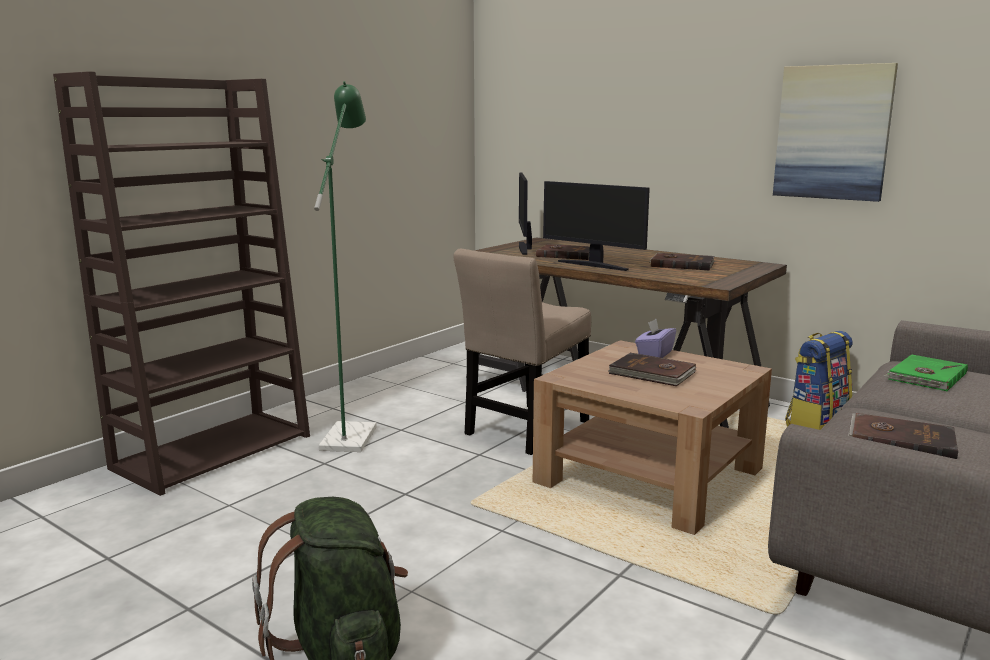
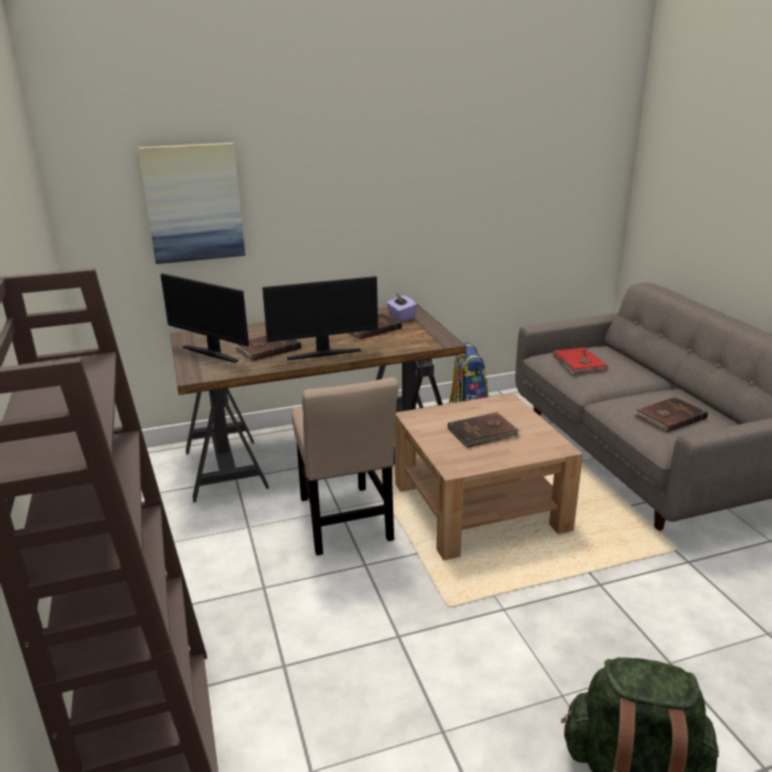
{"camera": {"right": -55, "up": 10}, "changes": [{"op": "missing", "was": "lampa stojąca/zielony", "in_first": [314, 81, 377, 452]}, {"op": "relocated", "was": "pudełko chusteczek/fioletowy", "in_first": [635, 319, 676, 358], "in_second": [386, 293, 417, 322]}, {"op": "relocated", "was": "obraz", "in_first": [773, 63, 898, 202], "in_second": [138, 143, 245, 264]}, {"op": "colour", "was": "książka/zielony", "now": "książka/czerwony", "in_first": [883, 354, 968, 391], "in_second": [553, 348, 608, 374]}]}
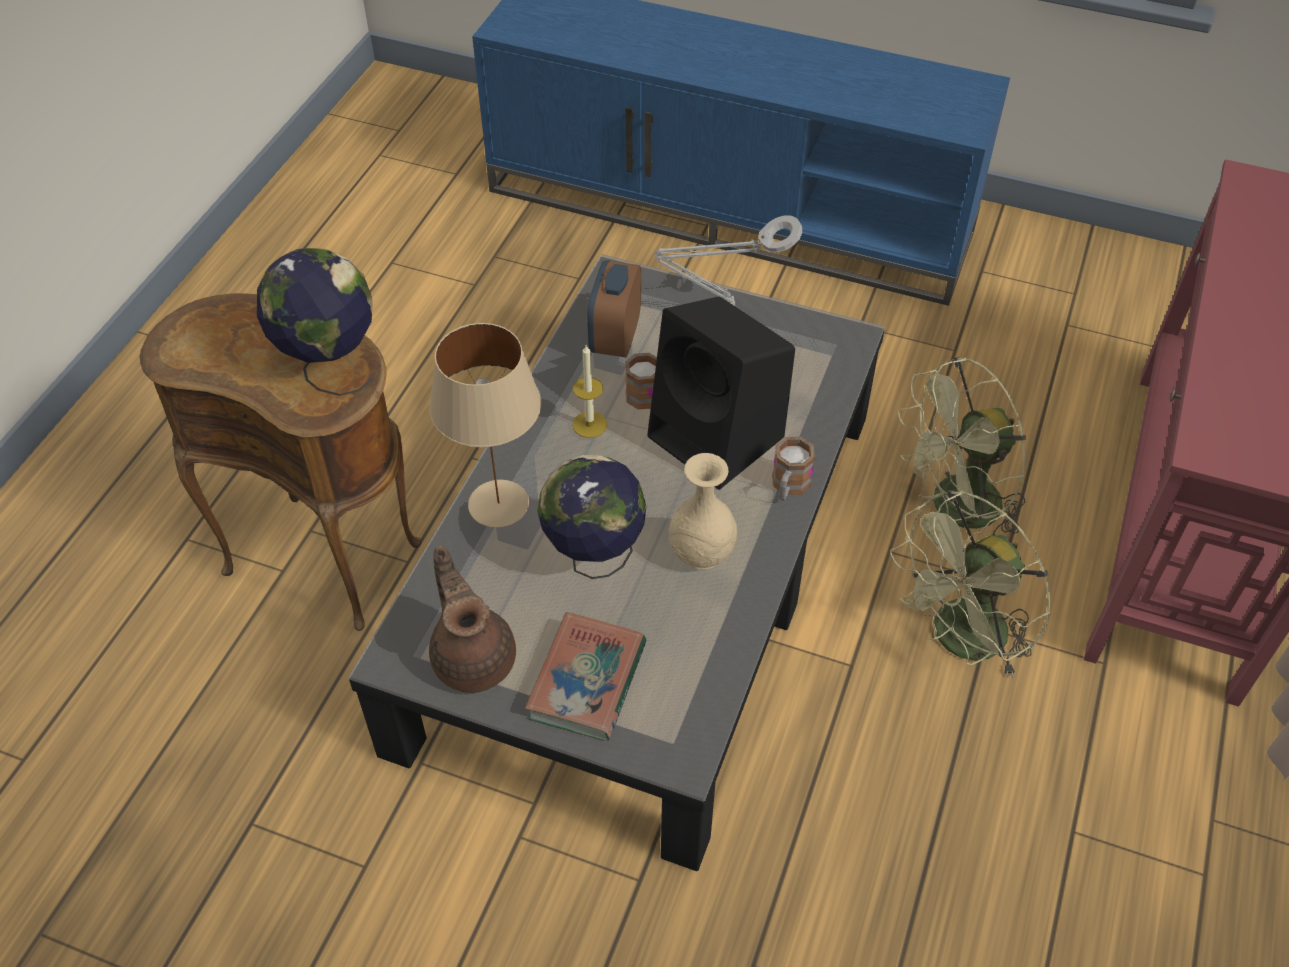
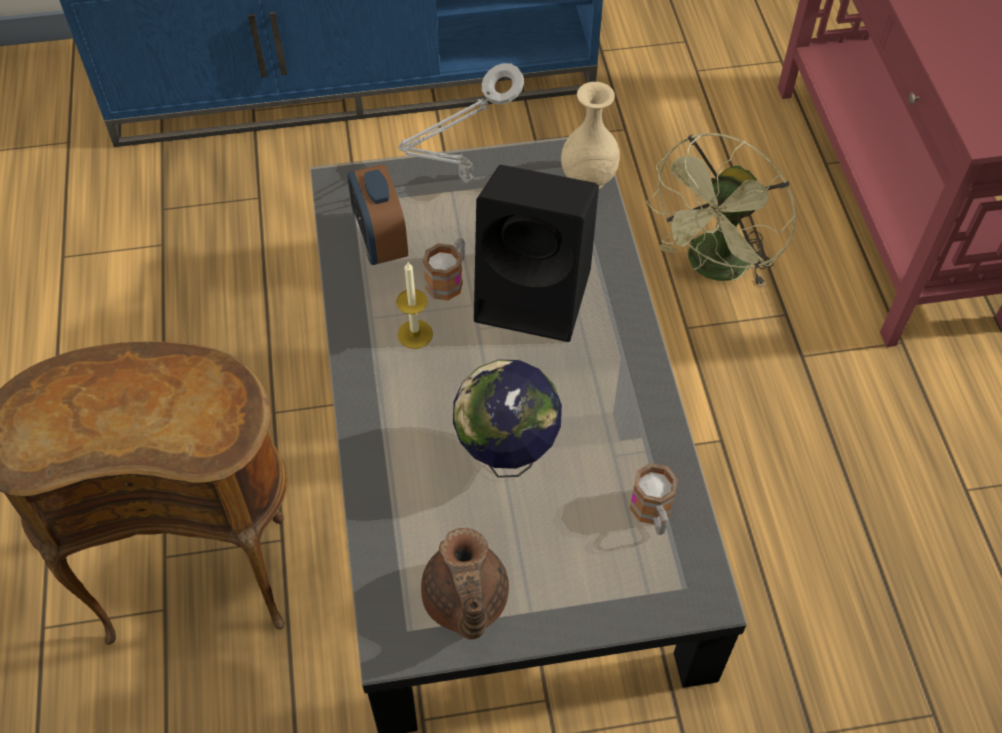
{"camera": {"right": -30, "up": 5}, "changes": [{"op": "missing", "was": "globus", "in_first": [257, 248, 373, 396]}, {"op": "missing", "was": "lampa stołowa/beżowy", "in_first": [429, 323, 541, 528]}, {"op": "missing", "was": "książka", "in_first": [525, 612, 646, 741]}, {"op": "missing", "was": "wentylator/zielony", "in_first": [890, 490, 1051, 678]}, {"op": "relocated", "was": "wazon/beżowy", "in_first": [669, 453, 737, 570], "in_second": [561, 82, 620, 189]}, {"op": "relocated", "was": "kubek", "in_first": [772, 437, 815, 500], "in_second": [630, 463, 678, 535]}, {"op": "spun", "was": "imbryk/brązowy", "in_first": [429, 546, 516, 693], "in_second": [421, 528, 509, 640], "clockwise": -135}]}
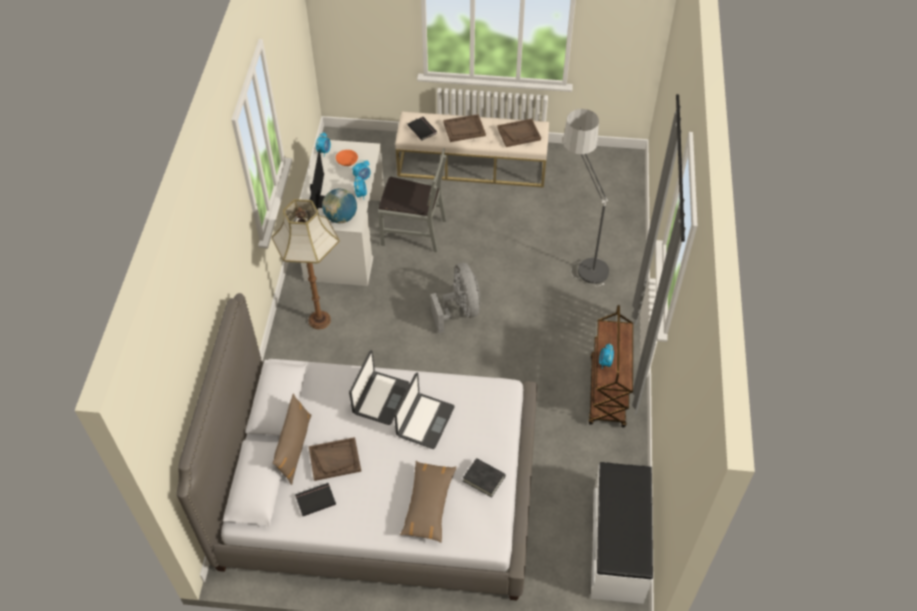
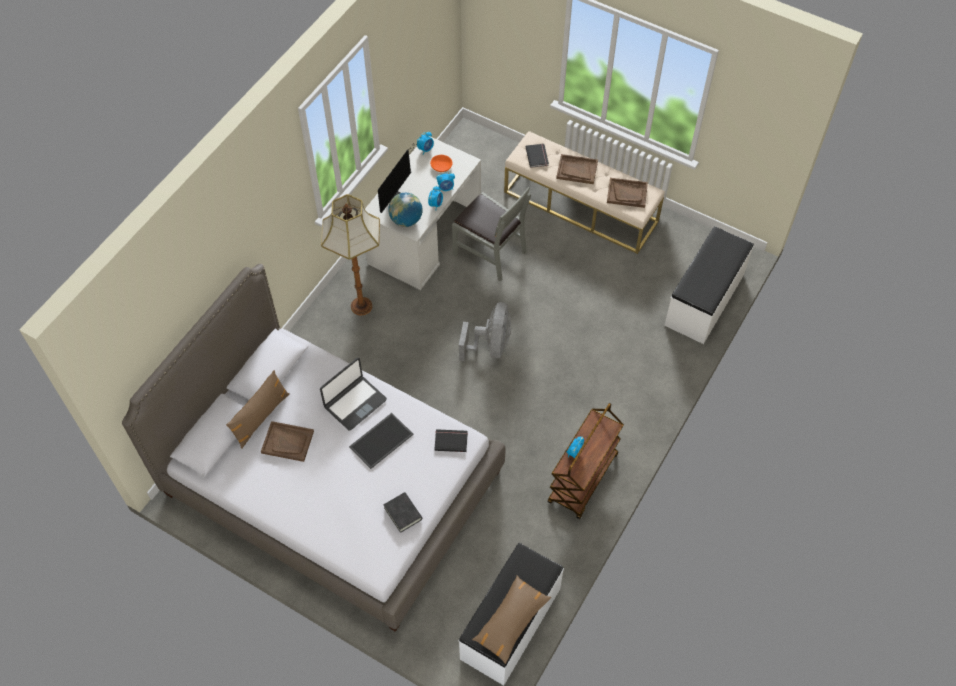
{"camera": {"right": 25, "up": 5}, "changes": [{"op": "missing", "was": "lampa stojąca", "in_first": [563, 109, 609, 286]}, {"op": "appeared", "now": "ławka/biały", "in_second": [664, 226, 754, 344]}, {"op": "relocated", "was": "książka/czarny", "in_first": [295, 483, 336, 516], "in_second": [434, 429, 468, 452]}, {"op": "relocated", "was": "poduszka/brązowy", "in_first": [400, 461, 456, 543], "in_second": [472, 575, 551, 664]}, {"op": "exchanged", "was": "laptop", "now": "taca", "in_first": [394, 372, 455, 449], "in_second": [349, 413, 413, 469]}]}
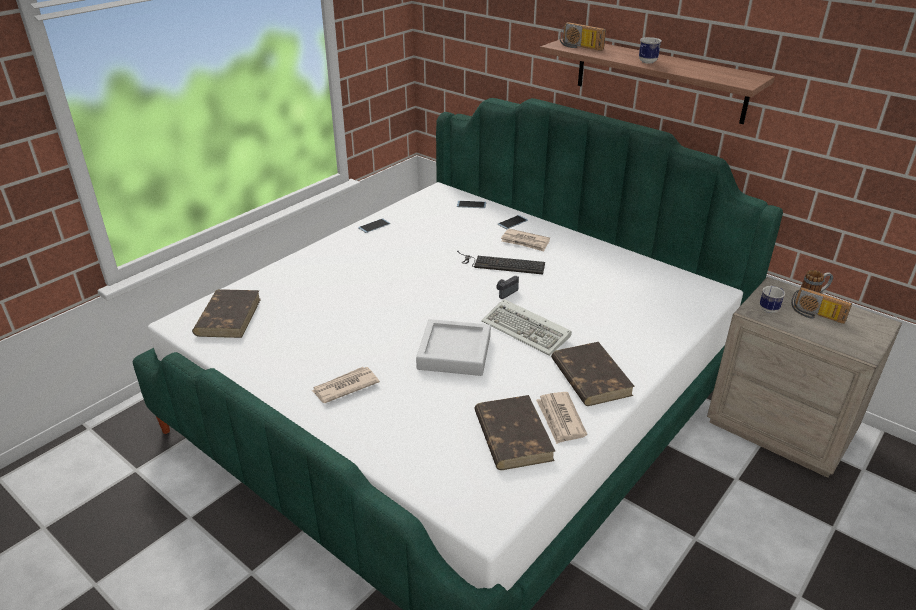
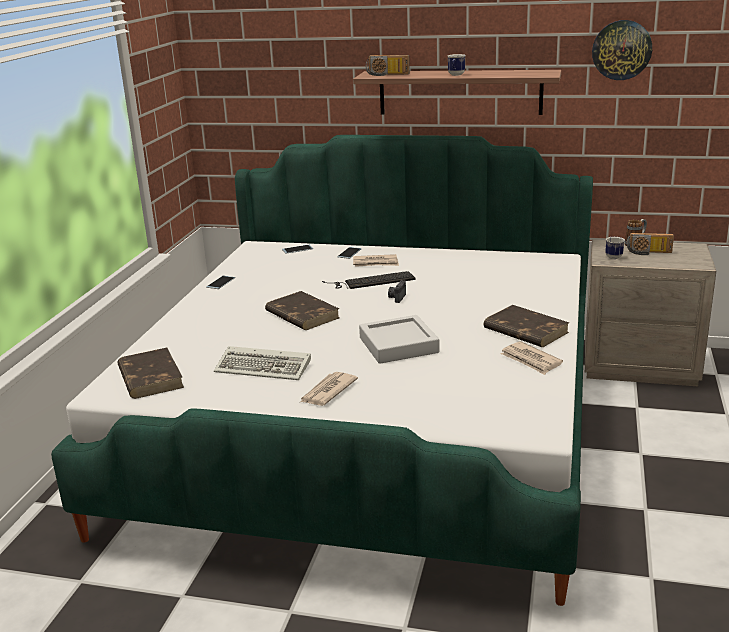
{"camera": {"right": -25, "up": -10}, "changes": [{"op": "appeared", "now": "zegar ścienny", "in_second": [592, 20, 652, 80]}, {"op": "relocated", "was": "książka/brązowy", "in_first": [474, 395, 556, 470], "in_second": [265, 291, 339, 330]}, {"op": "relocated", "was": "klawiatura", "in_first": [481, 299, 572, 356], "in_second": [214, 346, 311, 380]}]}
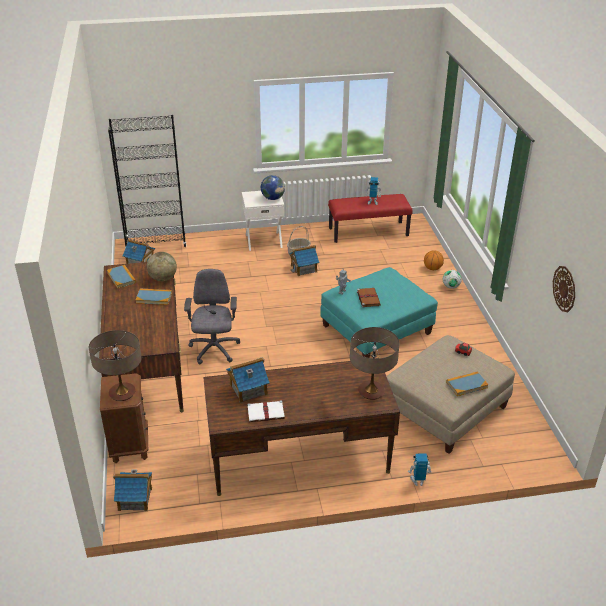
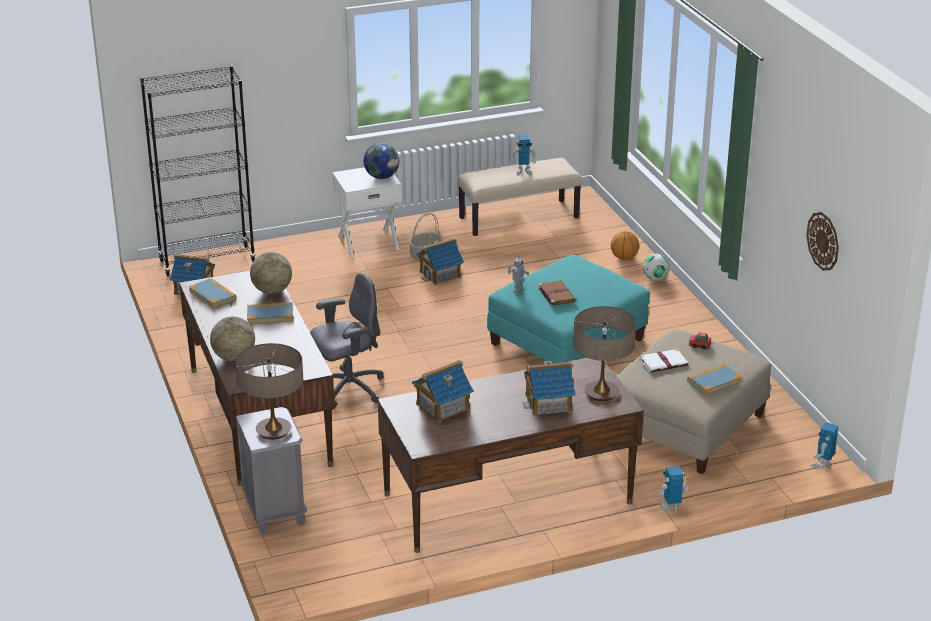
{"camera": {"right": -10, "up": -5}, "changes": [{"op": "appeared", "now": "globus", "in_second": [210, 317, 255, 361]}, {"op": "appeared", "now": "robot zabawkowy", "in_second": [810, 422, 839, 469]}, {"op": "relocated", "was": "domek", "in_first": [113, 469, 152, 511], "in_second": [523, 361, 575, 416]}, {"op": "relocated", "was": "książka/biały", "in_first": [247, 400, 286, 422], "in_second": [639, 348, 688, 372]}, {"op": "colour", "was": "szafka nocna/brązowy", "now": "szafka nocna/szary", "in_first": [100, 373, 148, 463], "in_second": [236, 407, 307, 534]}, {"op": "colour", "was": "ławka/czerwony", "now": "ławka/beżowy", "in_first": [328, 194, 413, 243], "in_second": [457, 158, 582, 236]}, {"op": "spun", "was": "krzesło biurowe/szary", "in_first": [184, 269, 240, 364], "in_second": [310, 273, 384, 408], "clockwise": 75}]}
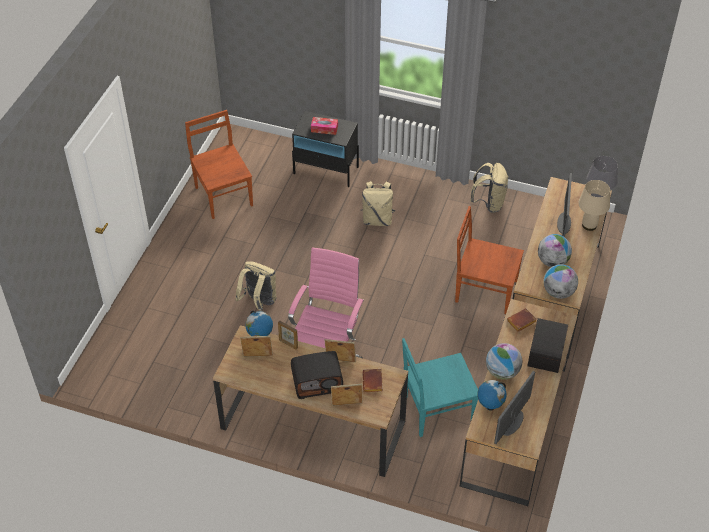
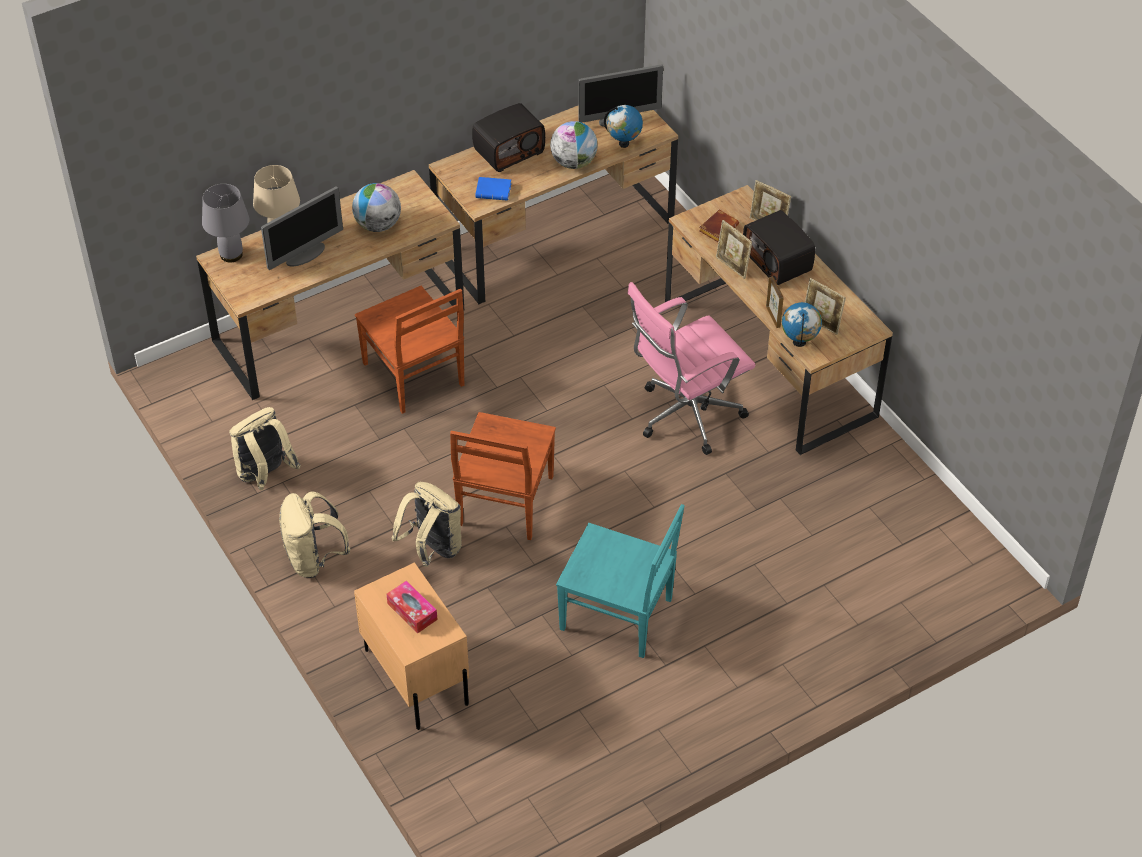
{"camera": {"right": -140, "up": 0}, "changes": [{"op": "missing", "was": "globus", "in_first": [544, 264, 578, 299]}, {"op": "relocated", "was": "krzesło/brązowy", "in_first": [185, 110, 253, 219], "in_second": [450, 412, 556, 540]}, {"op": "relocated", "was": "plecak/beżowy", "in_first": [235, 261, 276, 311], "in_second": [279, 491, 350, 578]}, {"op": "relocated", "was": "krzesło/turkusowy", "in_first": [402, 338, 478, 437], "in_second": [556, 504, 684, 658]}, {"op": "colour", "was": "szafka nocna/czarny", "now": "szafka nocna/beżowy", "in_first": [292, 111, 359, 187], "in_second": [354, 562, 469, 730]}, {"op": "colour", "was": "książka/brązowy", "now": "książka/niebieski", "in_first": [507, 308, 537, 332], "in_second": [475, 177, 511, 201]}, {"op": "spun", "was": "radio", "in_first": [291, 351, 343, 399], "in_second": [743, 210, 815, 285], "clockwise": -150}]}
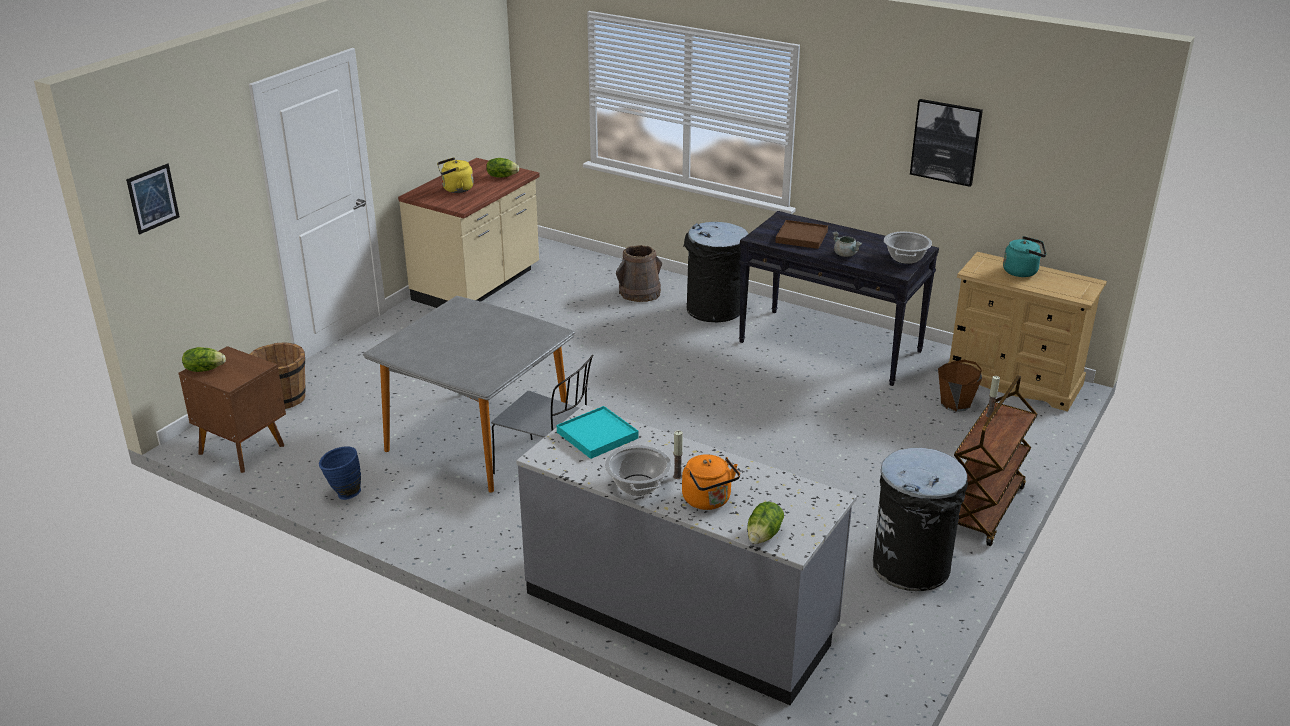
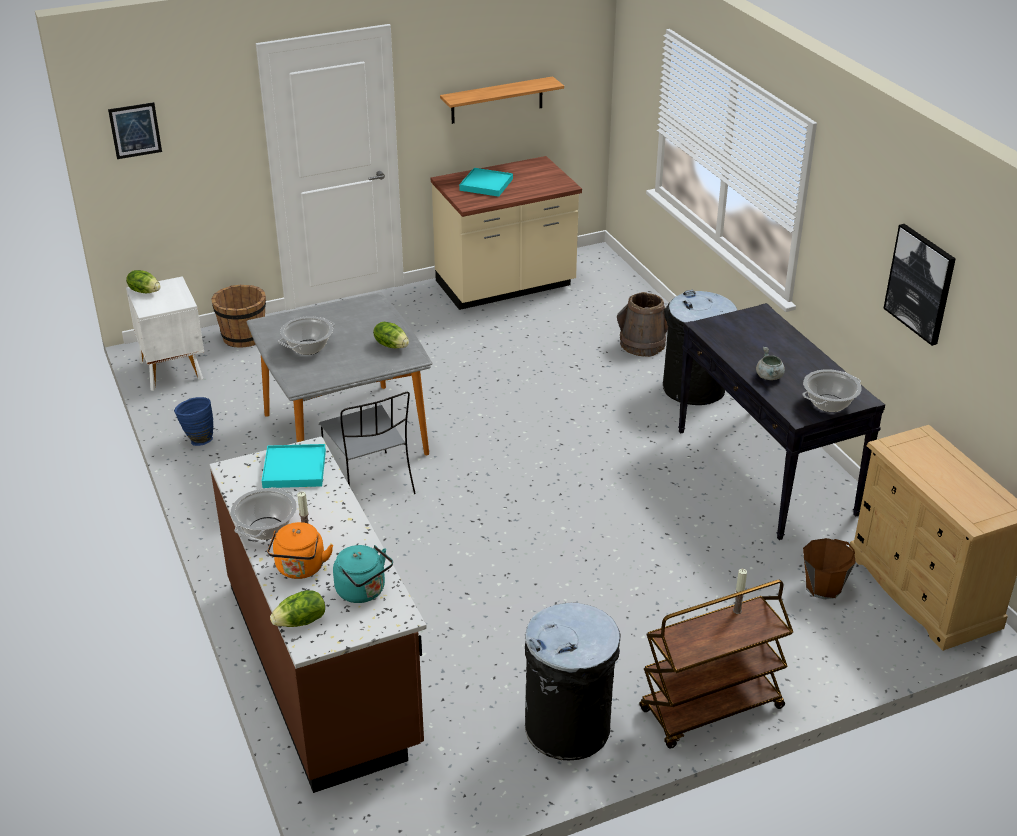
{"camera": {"right": 35, "up": 5}, "changes": [{"op": "missing", "was": "taca/brązowy", "in_first": [775, 220, 828, 249]}, {"op": "appeared", "now": "garnek", "in_second": [278, 316, 335, 355]}, {"op": "appeared", "now": "półka", "in_second": [440, 76, 564, 124]}, {"op": "relocated", "was": "sałata", "in_first": [486, 158, 519, 178], "in_second": [373, 322, 409, 348]}, {"op": "relocated", "was": "czajnik/turkusowy", "in_first": [1003, 236, 1046, 277], "in_second": [333, 545, 393, 603]}, {"op": "exchanged", "was": "czajnik/żółty", "now": "taca/turkusowy", "in_first": [437, 157, 473, 193], "in_second": [459, 168, 513, 197]}, {"op": "colour", "was": "szafka nocna/brązowy", "now": "szafka nocna/biały", "in_first": [179, 346, 286, 473], "in_second": [126, 276, 204, 391]}, {"op": "colour", "was": "zabudowa kuchenna/szary", "now": "zabudowa kuchenna/brązowy", "in_first": [516, 405, 857, 705], "in_second": [210, 436, 427, 793]}]}
